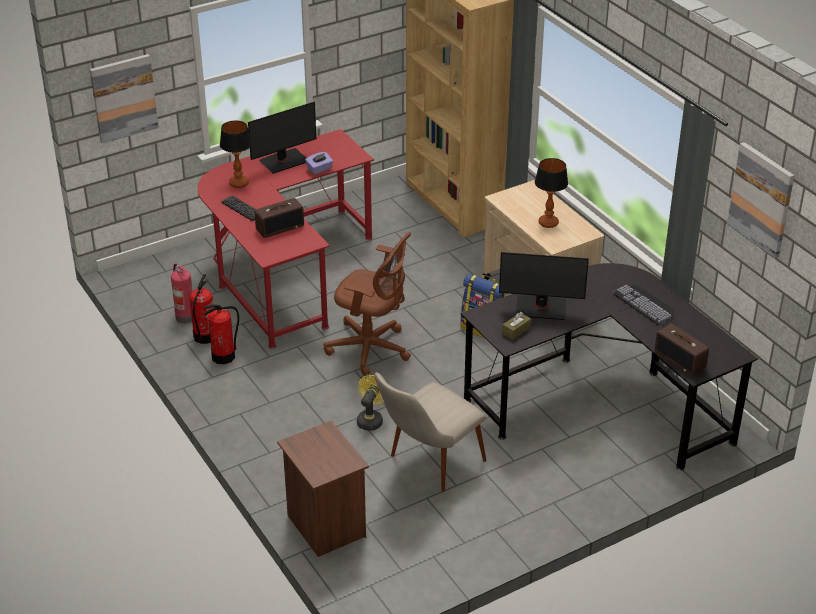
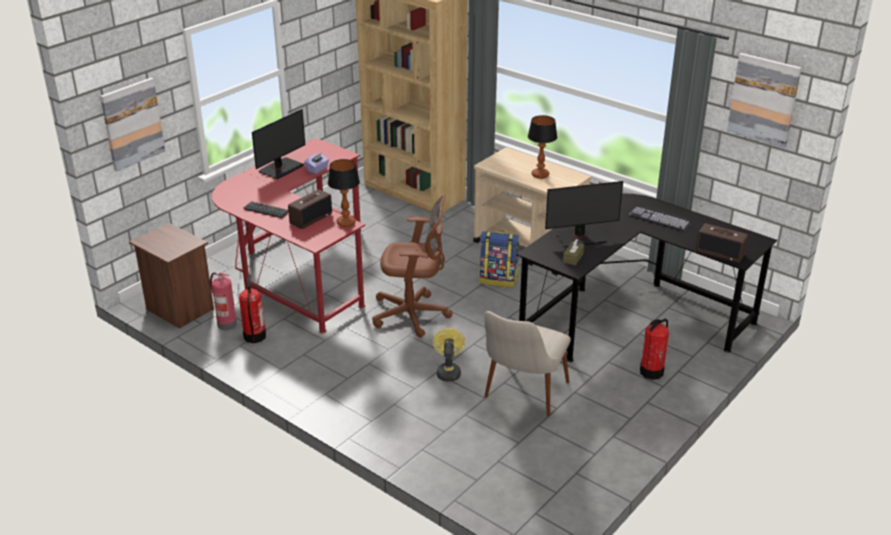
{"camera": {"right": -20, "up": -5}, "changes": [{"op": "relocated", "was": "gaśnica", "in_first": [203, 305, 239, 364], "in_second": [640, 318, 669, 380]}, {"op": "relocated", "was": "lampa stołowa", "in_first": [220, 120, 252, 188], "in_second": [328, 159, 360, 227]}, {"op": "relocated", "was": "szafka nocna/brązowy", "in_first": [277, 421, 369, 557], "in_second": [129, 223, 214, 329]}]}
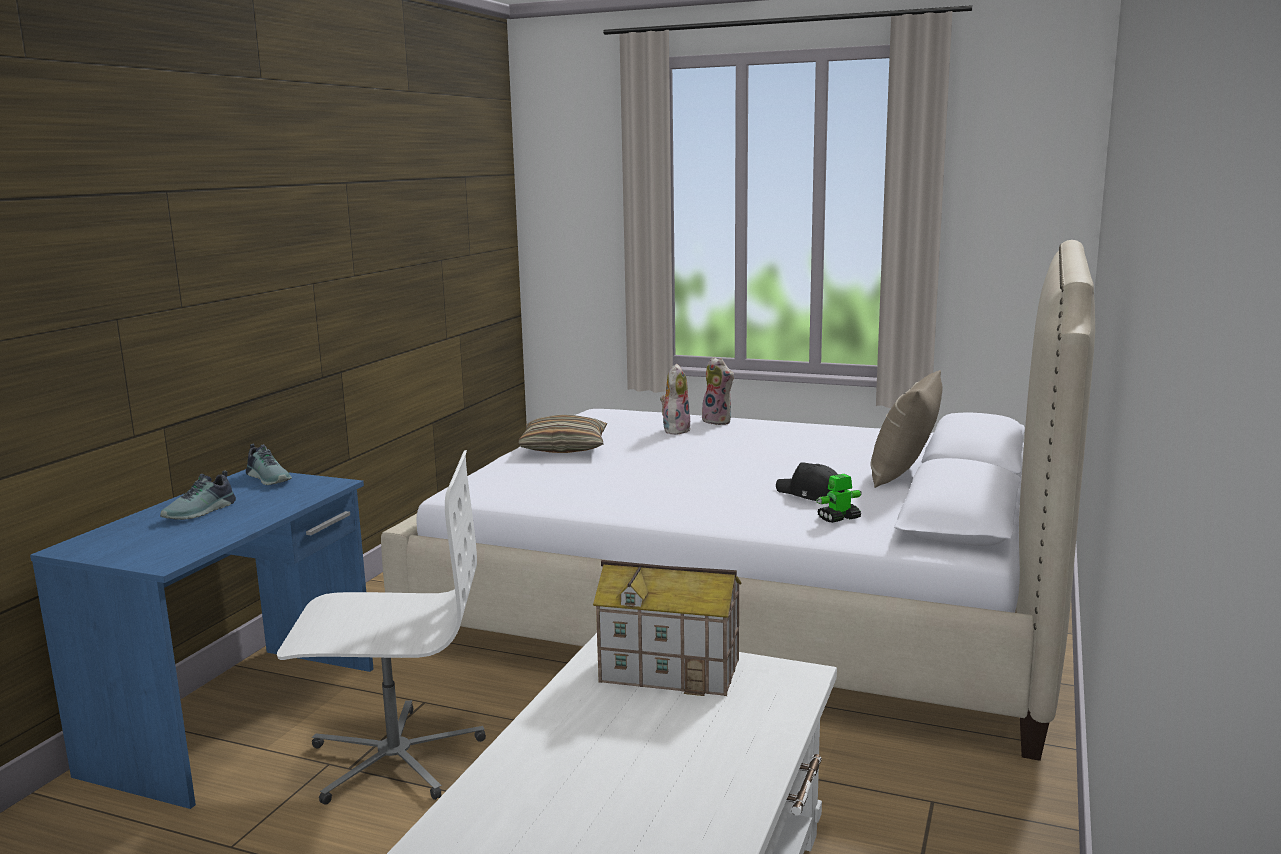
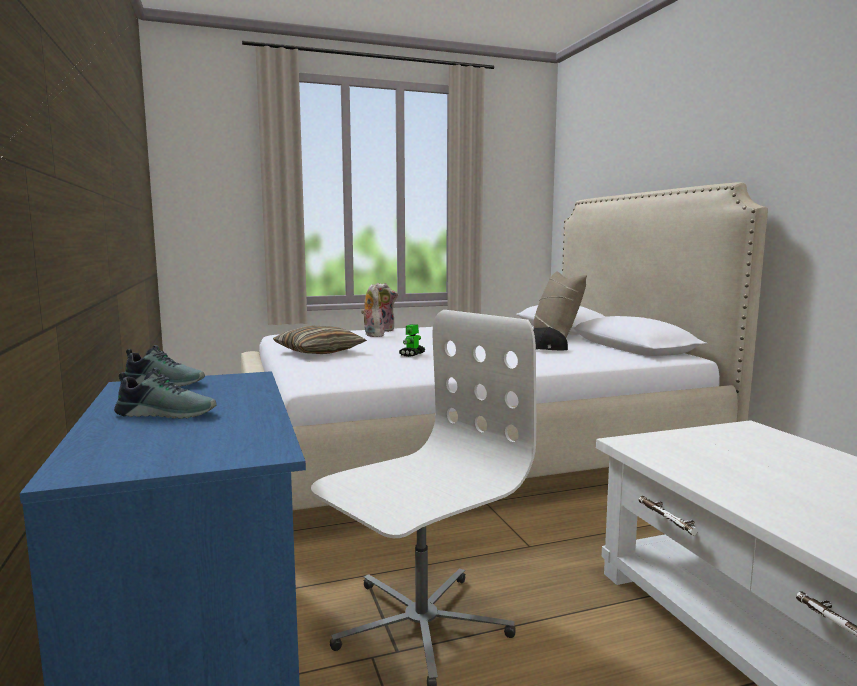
{"camera": {"right": -40, "up": -5}, "changes": [{"op": "missing", "was": "domek", "in_first": [593, 560, 741, 696]}, {"op": "relocated", "was": "robot zabawkowy", "in_first": [816, 474, 862, 523], "in_second": [399, 324, 426, 357]}, {"op": "spun", "was": "but", "in_first": [160, 470, 236, 520], "in_second": [114, 368, 217, 419], "clockwise": -75}]}
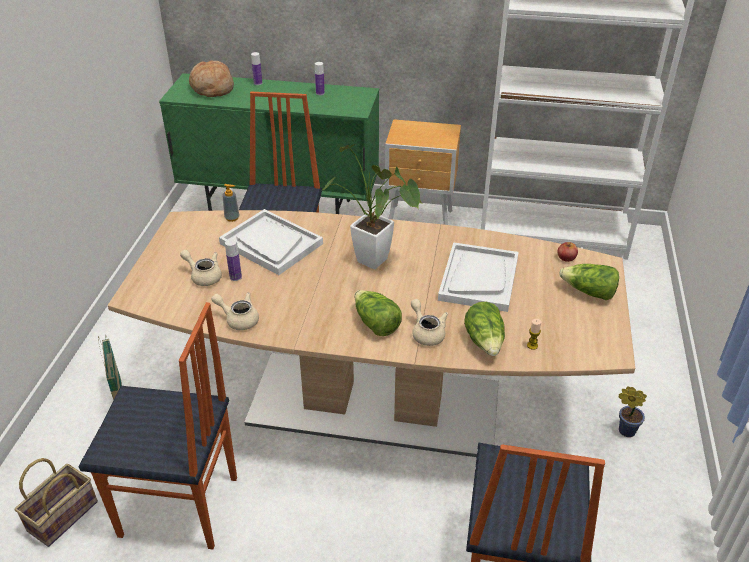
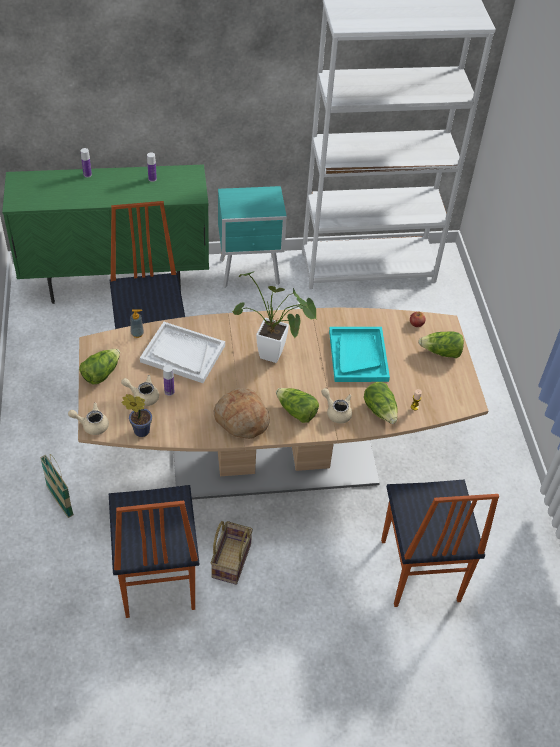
{"camera": {"right": -20, "up": 10}, "changes": [{"op": "appeared", "now": "sałata", "in_second": [79, 349, 120, 384]}, {"op": "relocated", "was": "koszyk", "in_first": [15, 458, 98, 547], "in_second": [211, 521, 253, 585]}, {"op": "relocated", "was": "chleb", "in_first": [189, 61, 234, 97], "in_second": [213, 388, 270, 439]}, {"op": "relocated", "was": "imbryk/beżowy", "in_first": [211, 292, 259, 330], "in_second": [68, 403, 109, 435]}, {"op": "relocated", "was": "roślina doniczkowa", "in_first": [619, 386, 647, 437], "in_second": [122, 394, 152, 437]}, {"op": "colour", "was": "szafka nocna/brązowy", "now": "szafka nocna/turkusowy", "in_first": [385, 119, 461, 225], "in_second": [218, 186, 287, 288]}, {"op": "colour", "was": "taca/biały", "now": "taca/turkusowy", "in_first": [438, 242, 519, 312], "in_second": [329, 327, 390, 382]}, {"op": "spun", "was": "krzesło", "in_first": [78, 302, 237, 550], "in_second": [109, 485, 199, 618], "clockwise": 90}]}
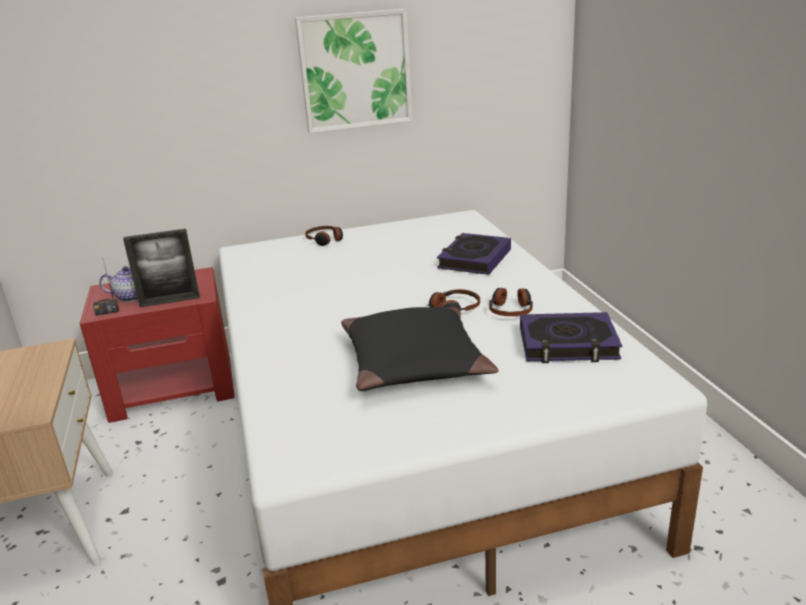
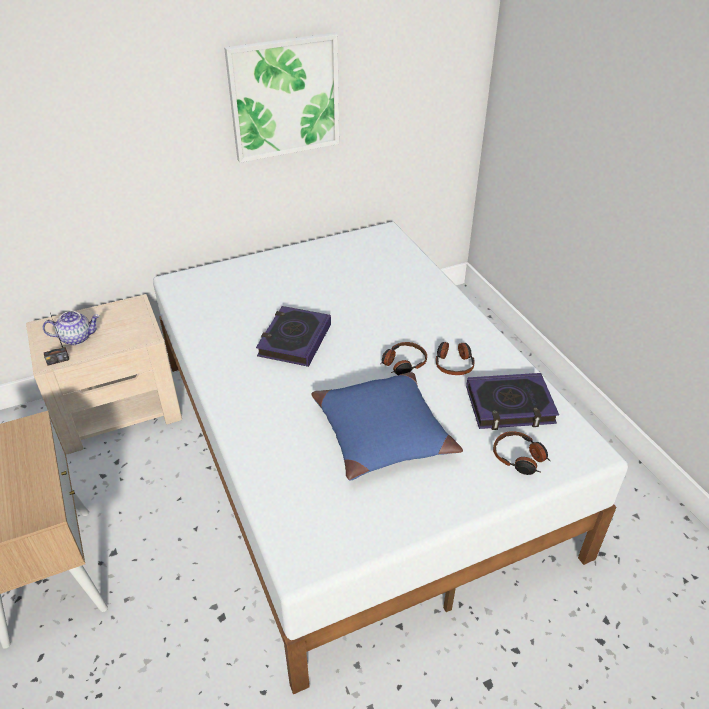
{"camera": {"right": -10, "up": 15}, "changes": [{"op": "missing", "was": "ramka na zdjęcie", "in_first": [123, 229, 200, 307]}, {"op": "relocated", "was": "słuchawki", "in_first": [305, 226, 343, 246], "in_second": [493, 431, 551, 475]}, {"op": "relocated", "was": "książka", "in_first": [437, 233, 511, 275], "in_second": [256, 306, 331, 367]}, {"op": "colour", "was": "szafka nocna/czerwony", "now": "szafka nocna/beżowy", "in_first": [80, 267, 235, 423], "in_second": [26, 294, 182, 454]}, {"op": "colour", "was": "poduszka/czarny", "now": "poduszka/niebieski", "in_first": [341, 307, 499, 391], "in_second": [311, 372, 463, 481]}]}
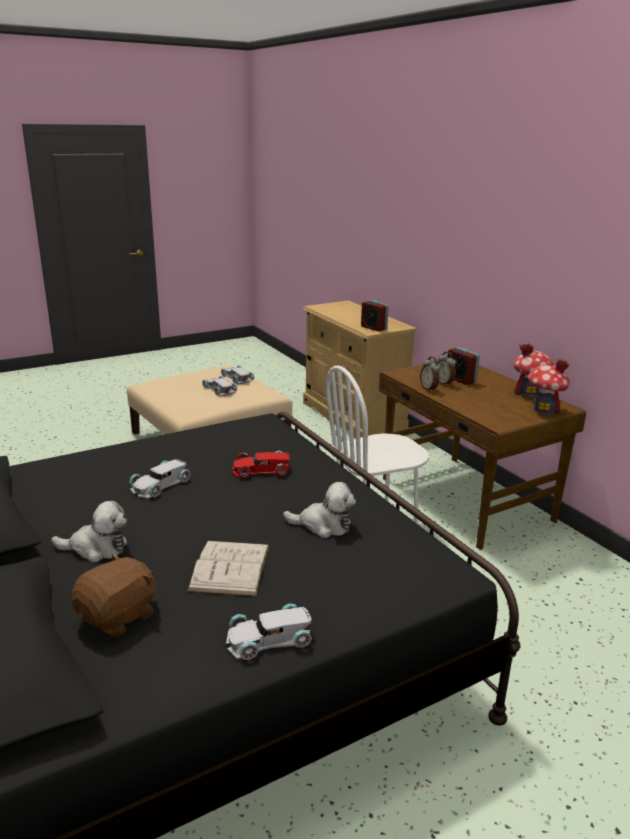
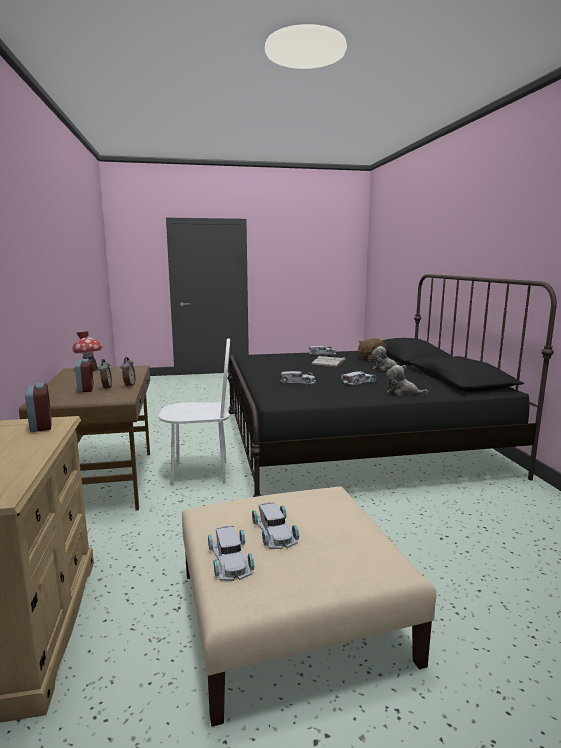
{"camera": {"right": -160, "up": -10}, "changes": [{"op": "missing", "was": "domek", "in_first": [514, 343, 553, 397]}, {"op": "relocated", "was": "pluszak", "in_first": [283, 482, 356, 538], "in_second": [386, 365, 428, 396]}, {"op": "colour", "was": "samochodzik/czerwony", "now": "samochodzik/biały", "in_first": [232, 451, 290, 478], "in_second": [280, 371, 316, 385]}]}
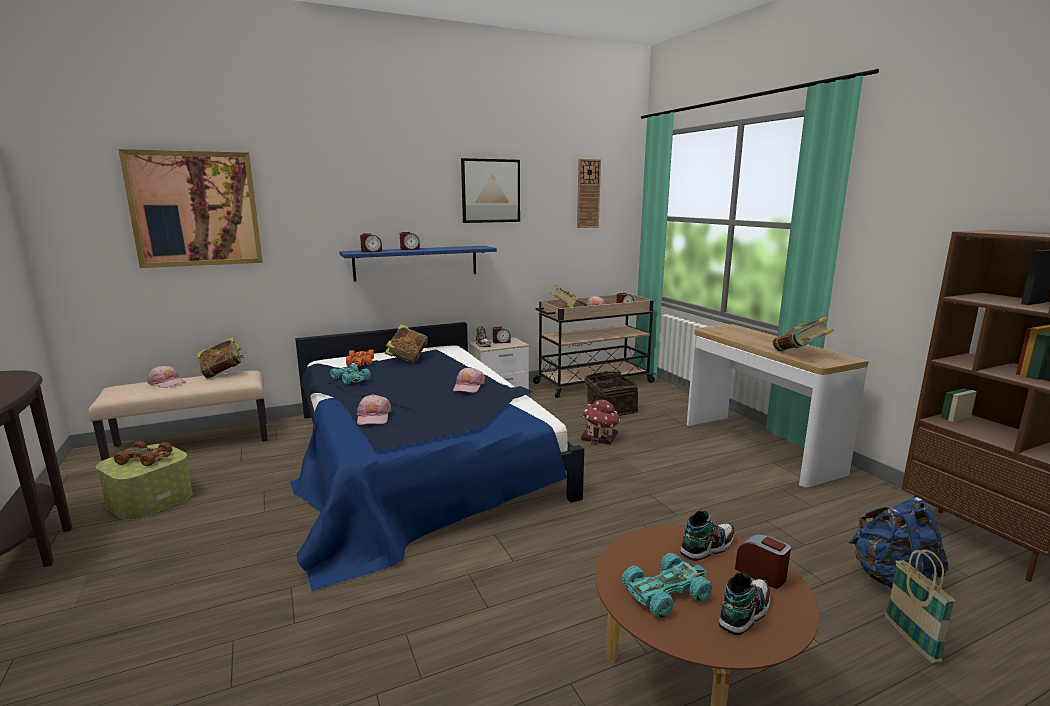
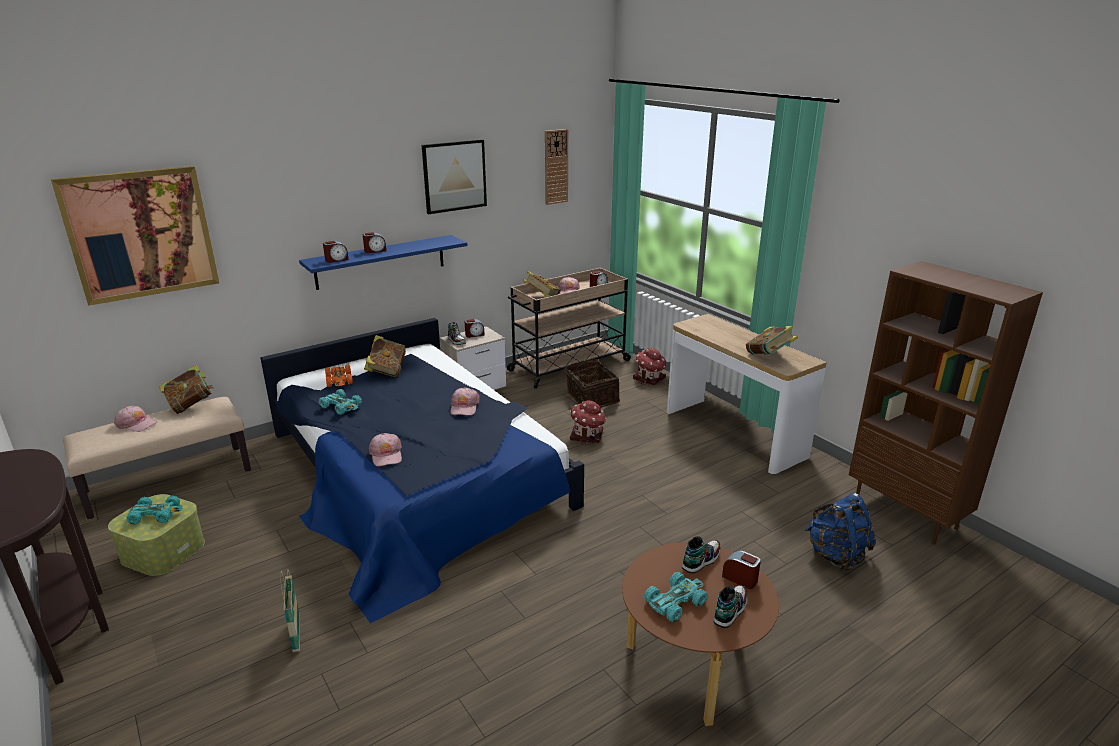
{"camera": {"right": -10, "up": 10}, "changes": [{"op": "appeared", "now": "domek", "in_second": [633, 348, 666, 385]}, {"op": "relocated", "was": "koszyk", "in_first": [885, 549, 955, 663], "in_second": [280, 570, 300, 652]}, {"op": "colour", "was": "samochodzik/brązowy", "now": "samochodzik/turkusowy", "in_first": [114, 441, 172, 466], "in_second": [127, 496, 183, 524]}]}
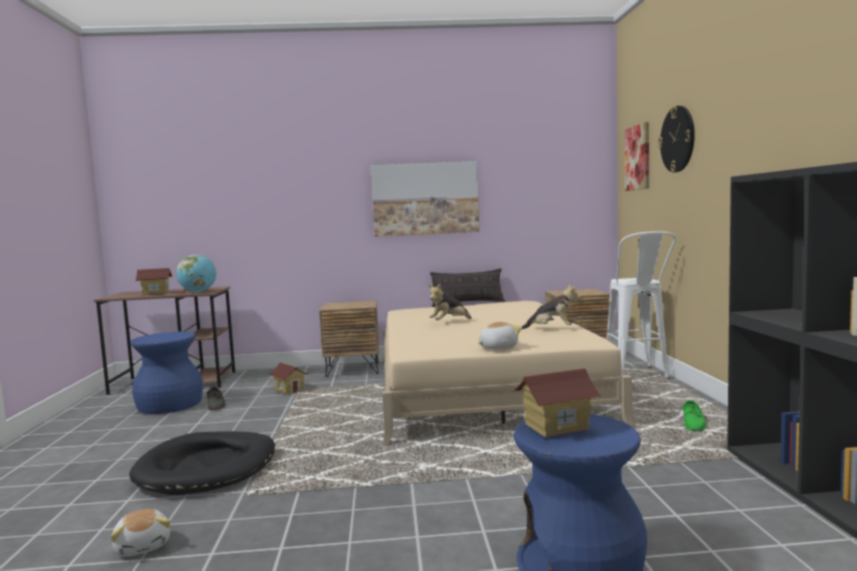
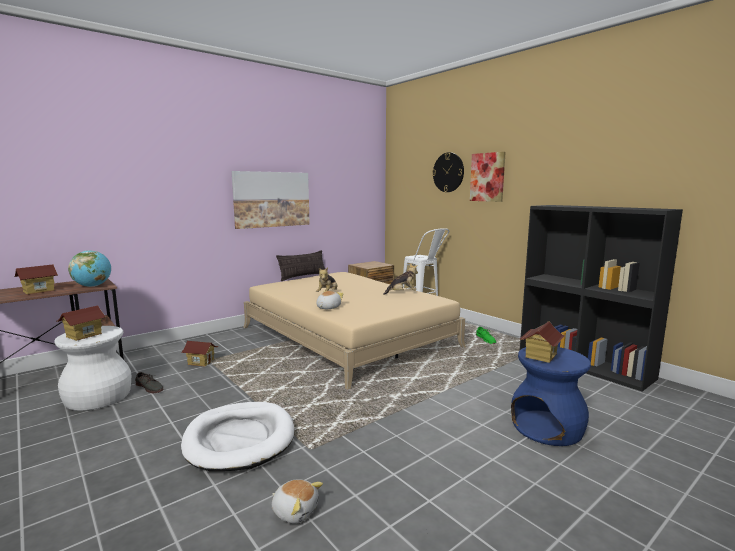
{"camera": {"right": -35, "up": 5}, "changes": [{"op": "missing", "was": "szafka nocna/brązowy", "in_first": [319, 301, 379, 377]}, {"op": "appeared", "now": "domek", "in_second": [57, 306, 106, 341]}, {"op": "relocated", "was": "pluszak", "in_first": [478, 322, 522, 349], "in_second": [316, 291, 343, 309]}, {"op": "relocated", "was": "obraz", "in_first": [625, 122, 649, 191], "in_second": [470, 152, 506, 202]}, {"op": "colour", "was": "legowisko/czarny", "now": "legowisko/biały", "in_first": [129, 431, 275, 495], "in_second": [181, 402, 294, 471]}, {"op": "colour", "was": "stołek/niebieski", "now": "stołek/biały", "in_first": [130, 332, 203, 414], "in_second": [54, 326, 131, 411]}]}
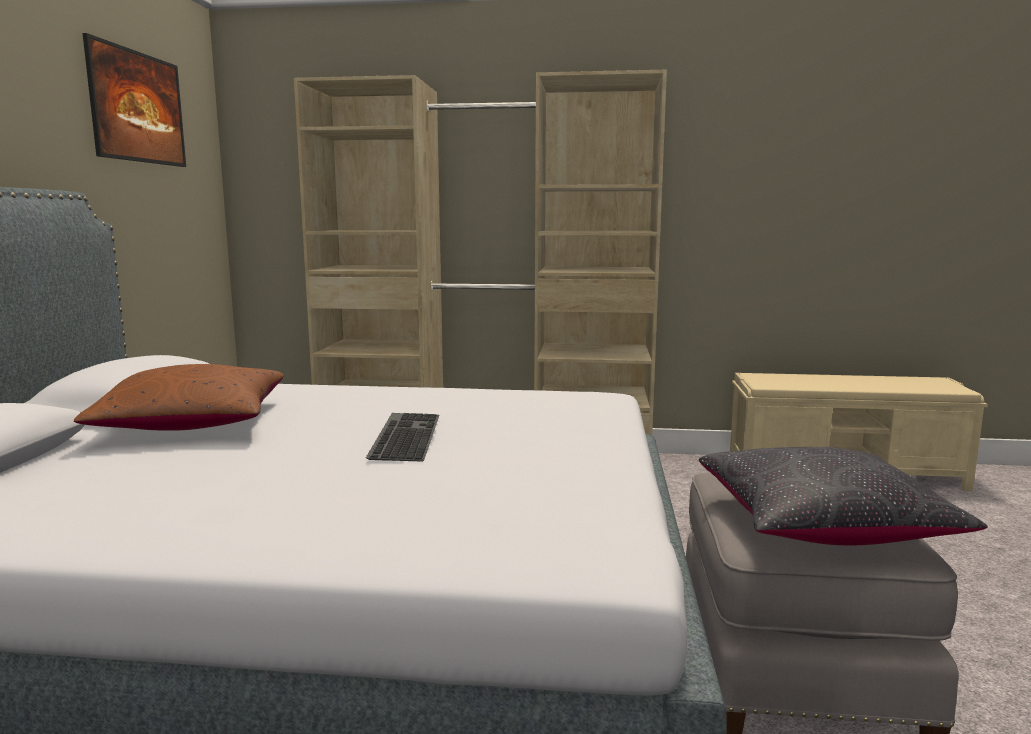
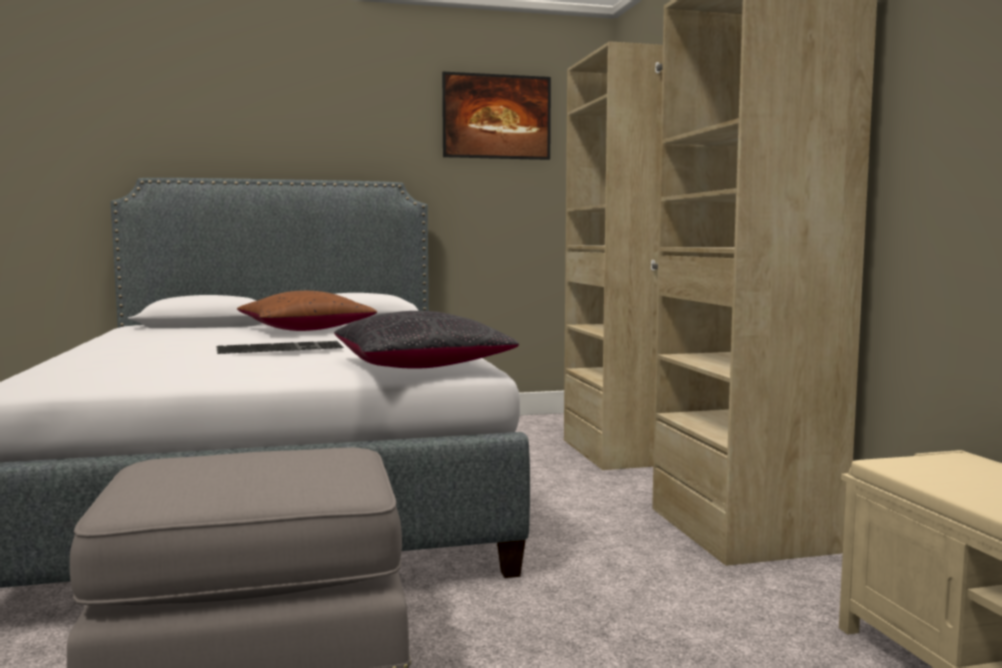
{"camera": {"right": 70, "up": -5}, "changes": [{"op": "relocated", "was": "poduszka/czarny", "in_first": [699, 447, 988, 545], "in_second": [334, 311, 519, 369]}]}
